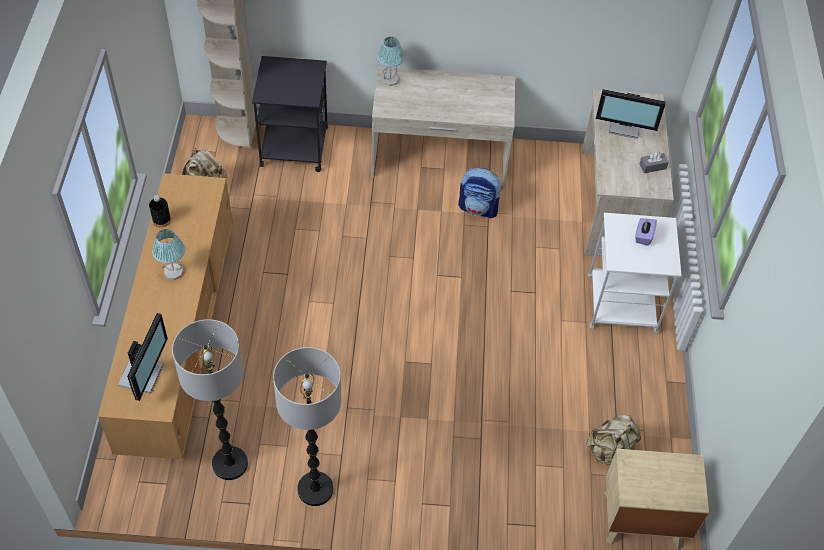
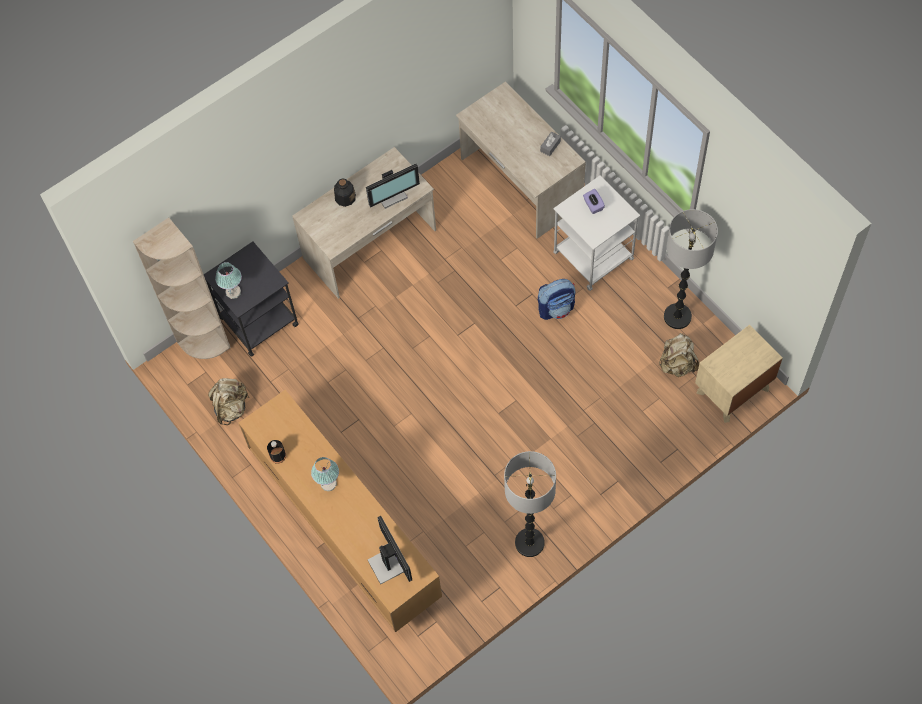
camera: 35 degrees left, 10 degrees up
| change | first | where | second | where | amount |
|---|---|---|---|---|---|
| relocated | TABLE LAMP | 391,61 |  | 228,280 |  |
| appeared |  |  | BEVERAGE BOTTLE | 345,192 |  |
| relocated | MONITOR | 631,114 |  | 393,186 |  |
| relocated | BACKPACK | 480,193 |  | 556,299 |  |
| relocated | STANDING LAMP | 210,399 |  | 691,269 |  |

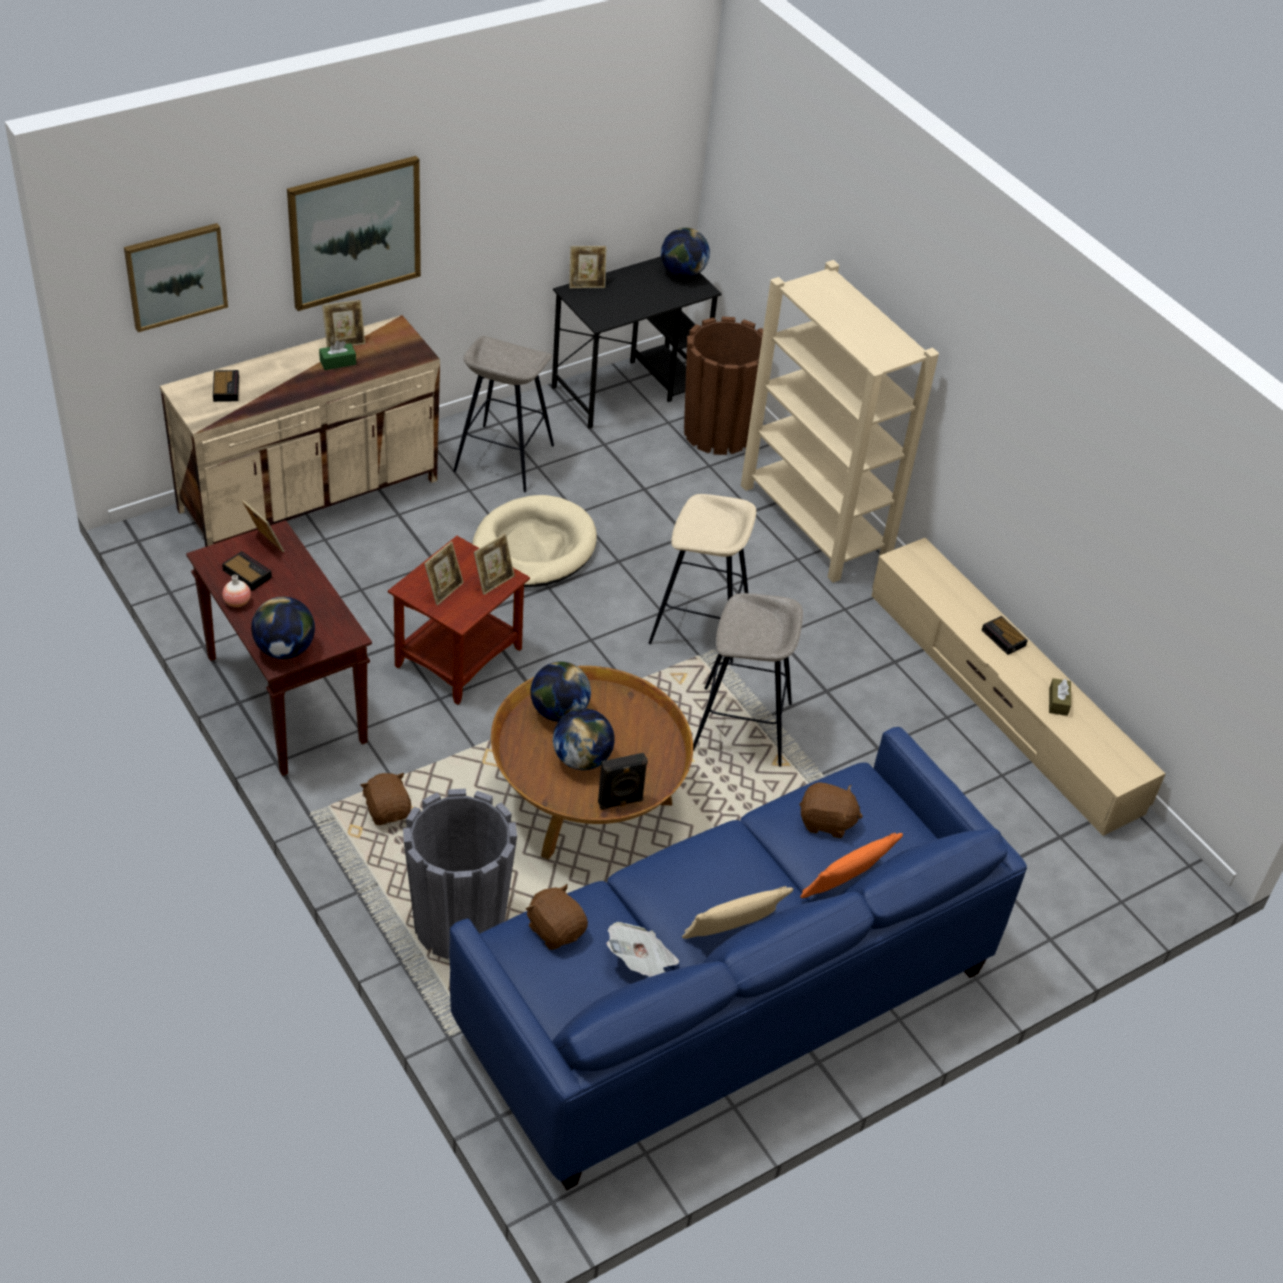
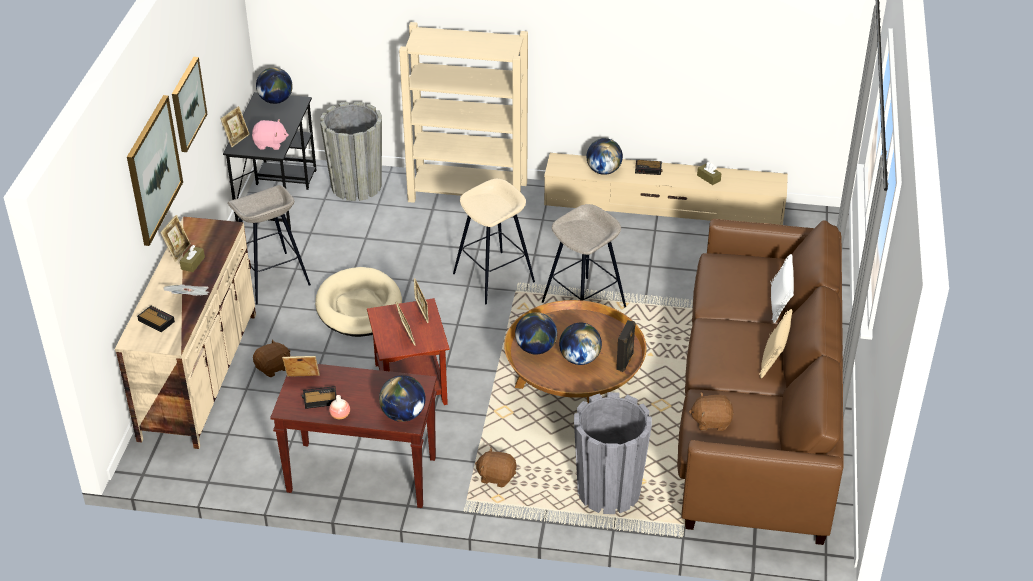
camera: 45 degrees left, 5 degrees down
| change | first | where | second | where | amount |
|---|---|---|---|---|---|
| relocated | NEWSPAPER | 642,949 |  | 186,290 |  |
| relocated | WALL ART | 176,277 |  | 189,104 |  |
| colour | GREEN BOX OF TISSUES | 337,355 | BROWN-COLOURED BOX OF TISSUES | 192,258 |  |
| appeared |  |  | PINK CUDDLY TOY | 270,134 |  |
| relocated | BROWN-COLOURED CUDDLY TOY | 831,810 |  | 271,358 |  |
| colour | BROWN-COLOURED FLOWER POT | 723,385 | GRAY FLOWER POT | 351,151 |  |
| appeared |  |  | GLOBE | 604,156 |  |
| colour | BLUE-COLOURED SETTEE | 738,958 | BROWN-COLOURED SETTEE | 760,382 |  |
| colour | ORANGE CUSHION | 851,865 | WHITISH CUSHION | 782,288 |  |

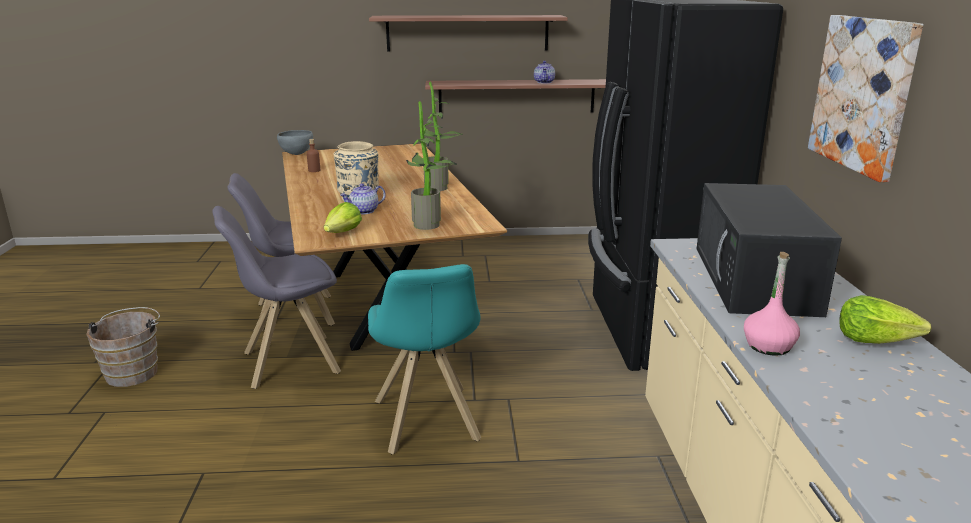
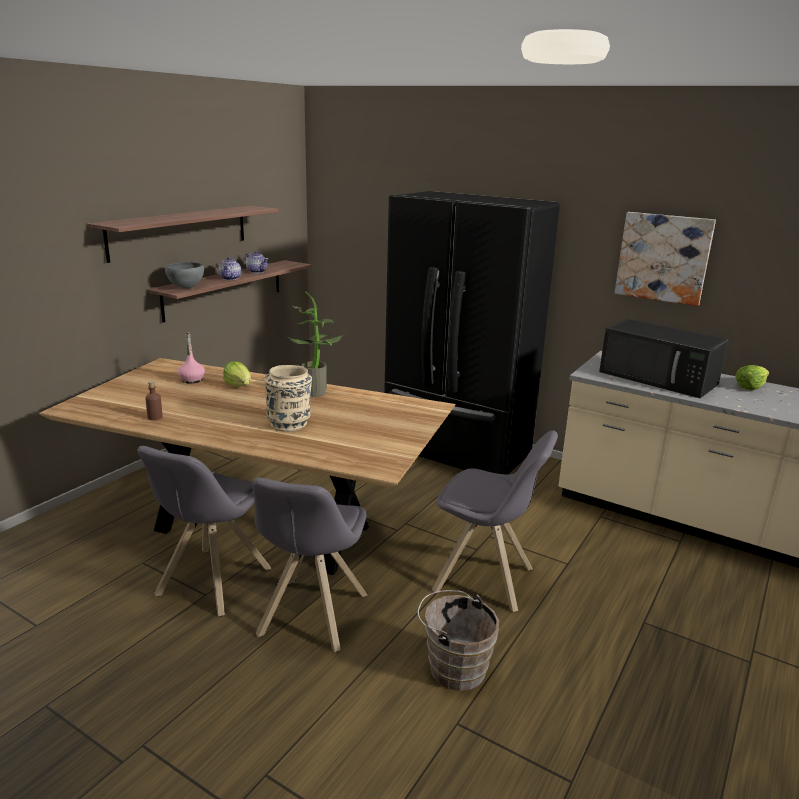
camera: 55 degrees left, 0 degrees up
| change | first | where | second | where | amount |
|---|---|---|---|---|---|
| relocated | GRAY BOWL | 295,142 |  | 184,275 |  |
| relocated | PINK BEVERAGE BOTTLE | 772,304 |  | 191,357 |  |
| relocated | POT FOR TEA | 363,198 |  | 230,268 |  |
| relocated | HEAD OF LETTUCE | 343,217 |  | 237,373 |  |
| relocated | BROWN-COLOURED PAIL | 123,347 |  | 458,640 |  |
| colour | TURQUOISE-COLOURED PLAIN CHAIR | 424,359 | GRAY PLAIN CHAIR | 495,521 |  |
| missing | PLANT IN A POT | 431,165 |  |  |  |

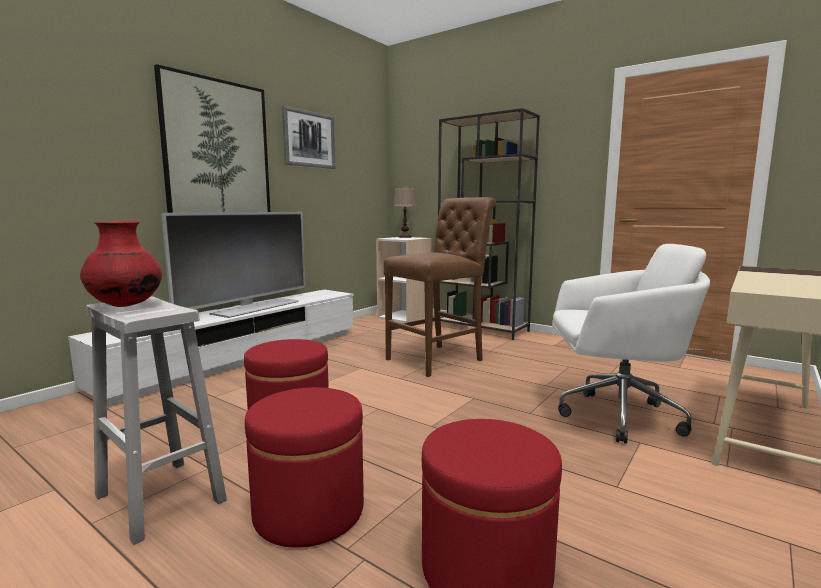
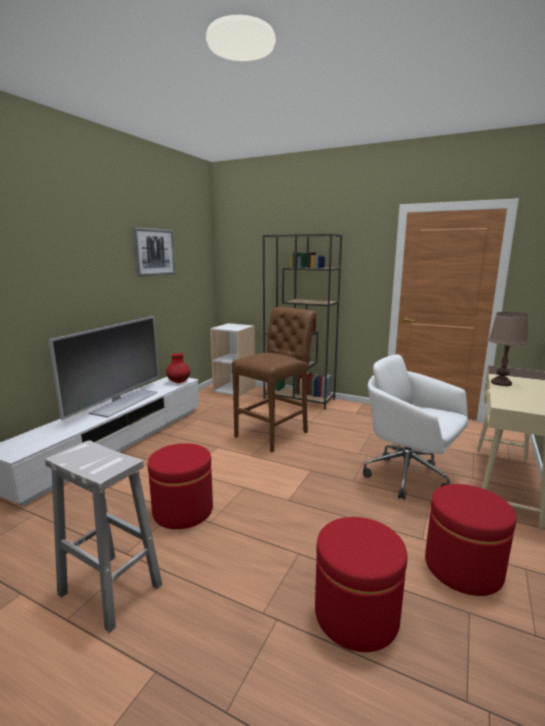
camera: 10 degrees left, 5 degrees up
| change | first | where | second | where | amount |
|---|---|---|---|---|---|
| relocated | RED-COLOURED DECORATIVE VASE | 121,264 |  | 178,368 |  |
| spun | WHITISH OFFICE CHAIR | 631,344 |  | 415,427 | 135 degrees counterclockwise |
| relocated | RED-COLOURED POUFFE | 304,467 |  | 470,540 |  |
| relocated | BROWN-COLOURED TABLE LAMP | 405,212 |  | 509,349 |  |
| missing | WALL ART | 212,138 |  |  |  |

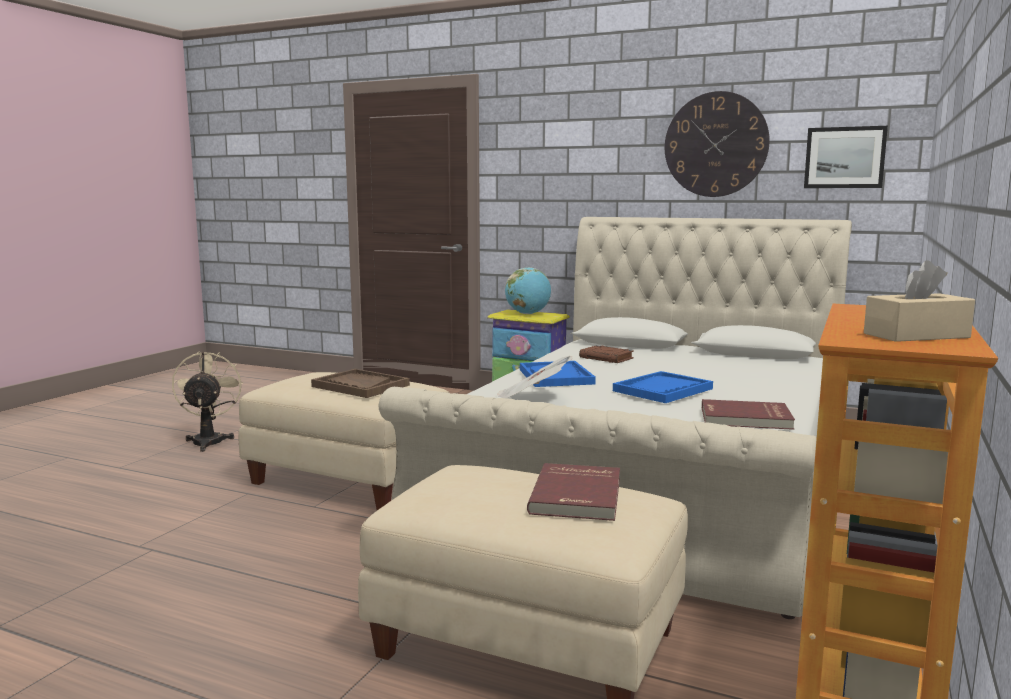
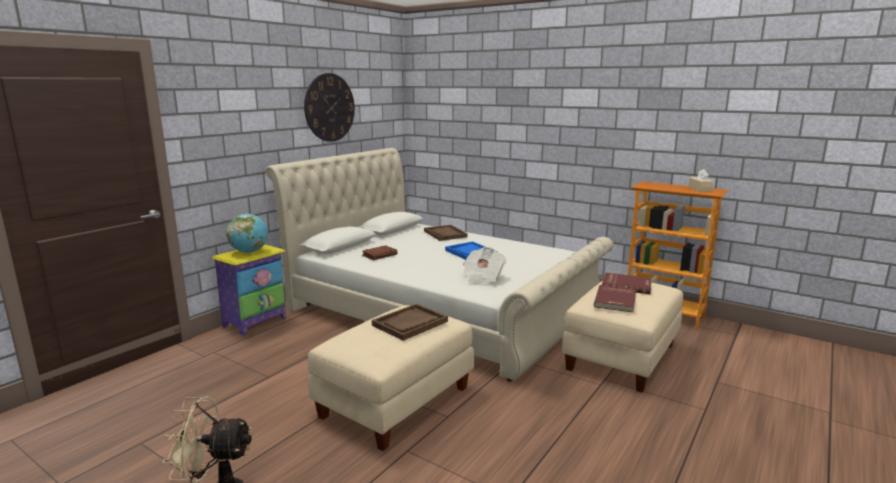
camera: 80 degrees left, 5 degrees up
| change | first | where | second | where | amount |
|---|---|---|---|---|---|
| appeared |  |  | BROWN-COLOURED TRAY | 446,233 |  |
| relocated | RED-COLOURED BOOK | 748,414 |  | 615,299 |  |
| missing | BLUE-COLOURED TRAY | 558,374 |  |  |  |
| missing | WALL ART | 846,157 |  |  |  |

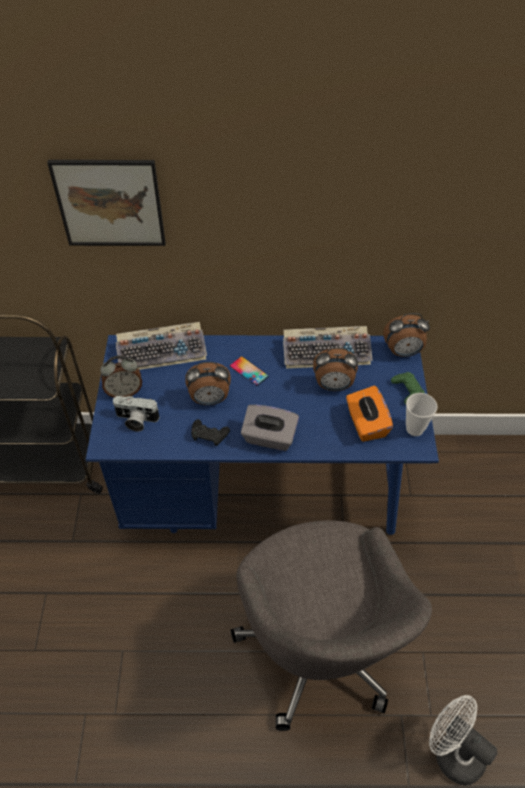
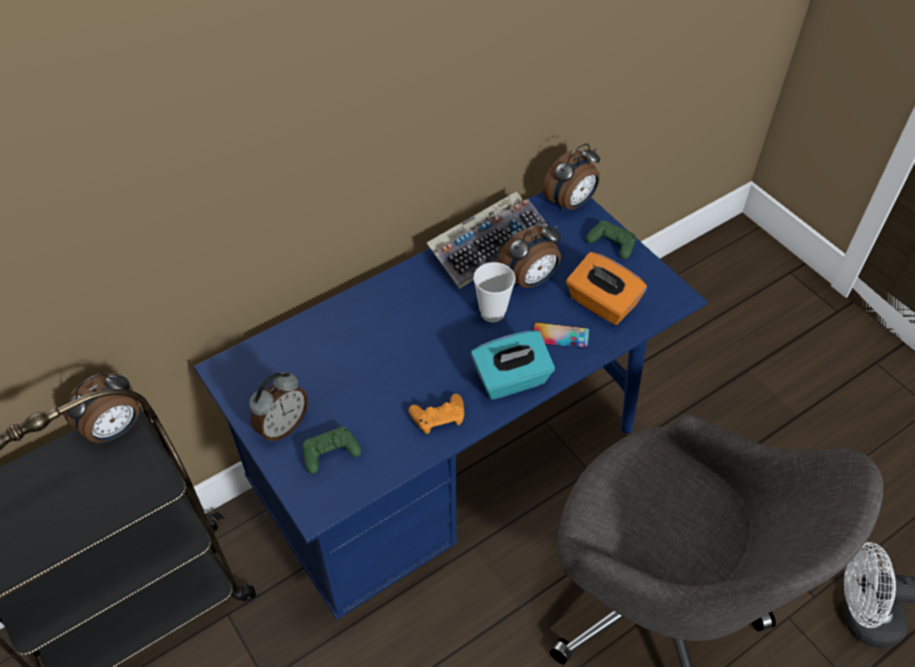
camera: 35 degrees left, 0 degrees up
| change | first | where | second | where | amount |
|---|---|---|---|---|---|
| relocated | ALARM CLOCK | 208,383 |  | 101,408 |  |
| exchanged | STILL CAMERA | 136,414 | GREEN GAMEPAD | 332,450 |  |
| colour | BLACK-COLOURED GAMEPAD | 210,432 | ORANGE GAMEPAD | 436,414 |  |
| colour | GRAY BOX OF TISSUES | 270,428 | TURQUOISE-COLOURED BOX OF TISSUES | 513,365 |  |
| relocated | DRINKING CUP | 421,414 |  | 494,292 |  |
| relocated | PHONE | 249,371 |  | 562,335 |  |
| missing | WALL ART | 106,203 |  |  |  |
| missing | KEYBOARD | 161,346 |  |  |  |

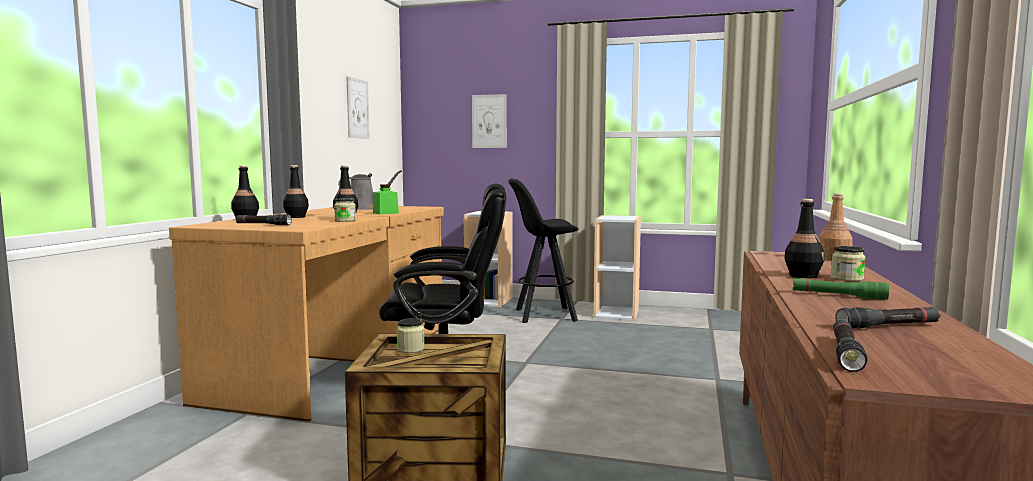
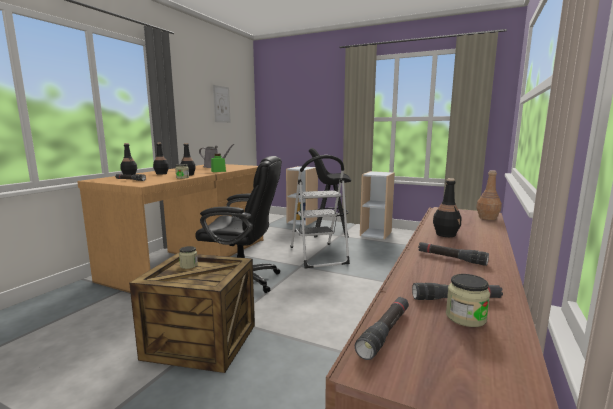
camera: 10 degrees right, 5 degrees up
| change | first | where | second | where | amount |
|---|---|---|---|---|---|
| appeared |  |  | STEPLADDER | 320,211 |  |
| colour | GREEN TORCH | 841,289 | BLACK-COLOURED TORCH | 453,254 |  |
| relocated | STORAGE JAR | 848,263 |  | 468,300 |  |
| missing | WALL ART | 489,121 |  |  |  |

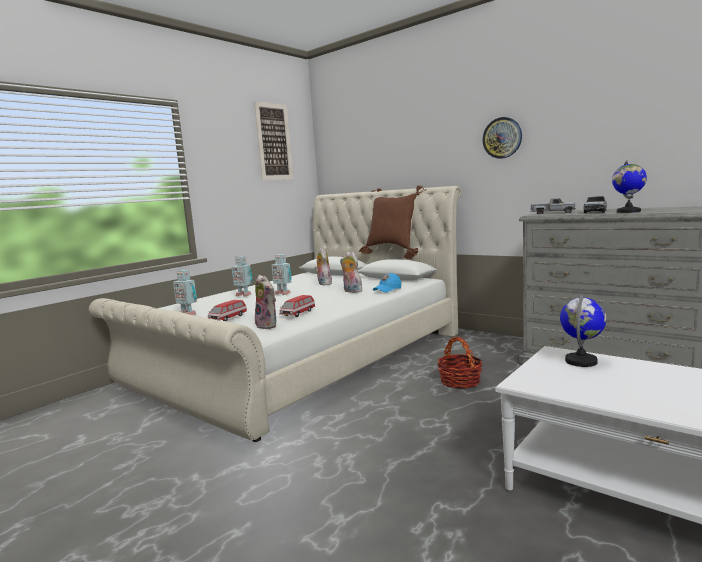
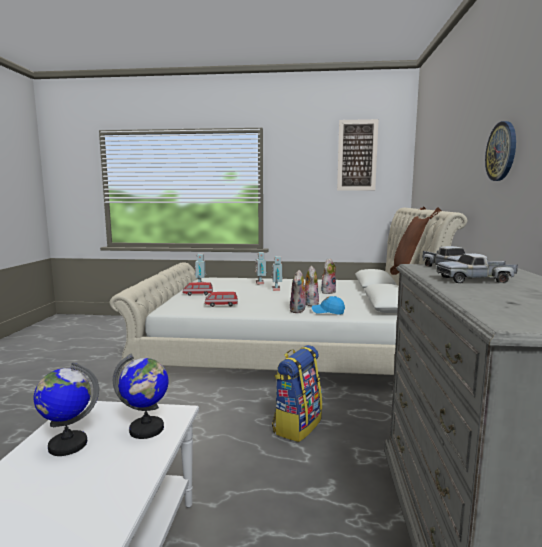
camera: 55 degrees right, 0 degrees up
| change | first | where | second | where | amount |
|---|---|---|---|---|---|
| relocated | GLOBE | 629,186 |  | 66,409 |  |
| exchanged | HOUSEHOLD BASKET | 460,363 | BACKPACK | 297,393 |  |
| relocated | CUDDLY TOY | 265,302 |  | 299,291 |  |

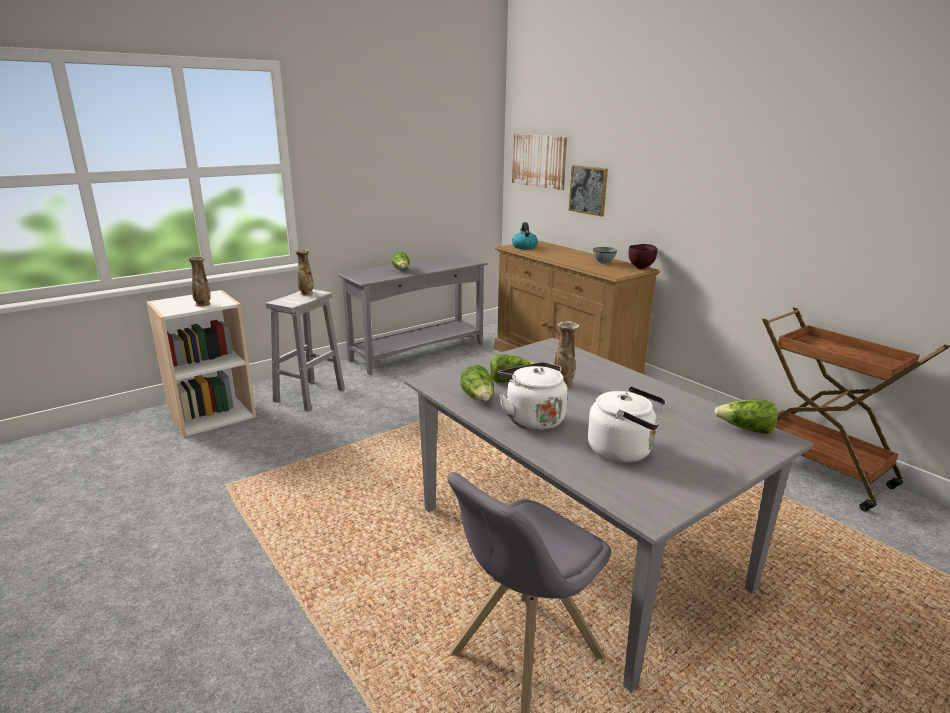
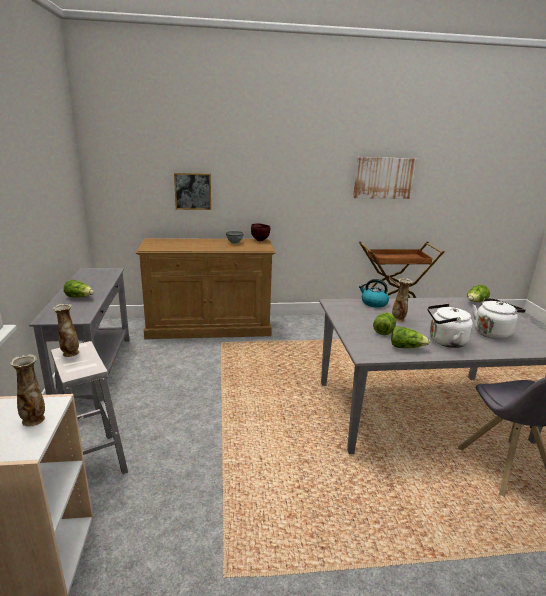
camera: 60 degrees left, 0 degrees up
| change | first | where | second | where | amount |
|---|---|---|---|---|---|
| relocated | WALL ART | 539,162 |  | 384,178 |  |
| relocated | WATER KETTLE | 525,235 |  | 374,293 |  |

